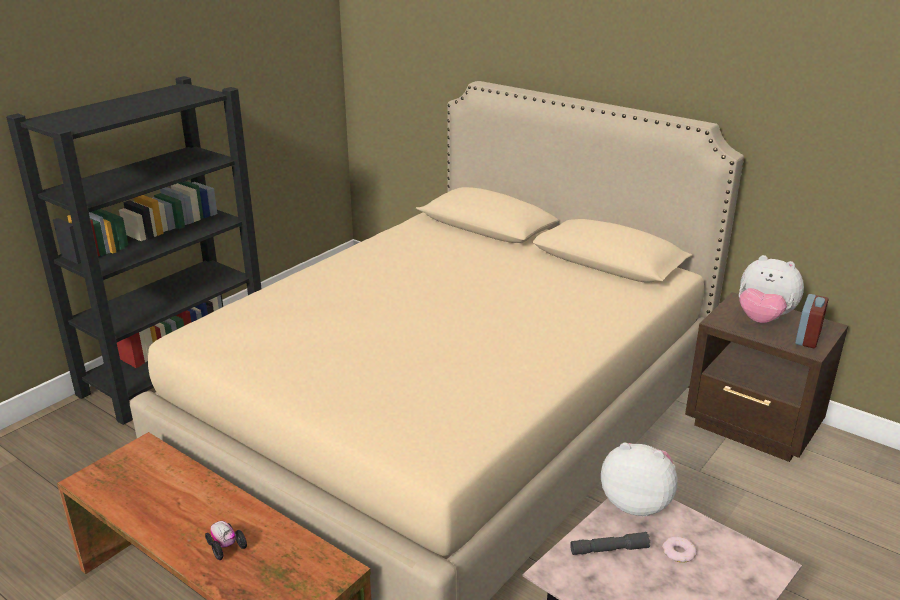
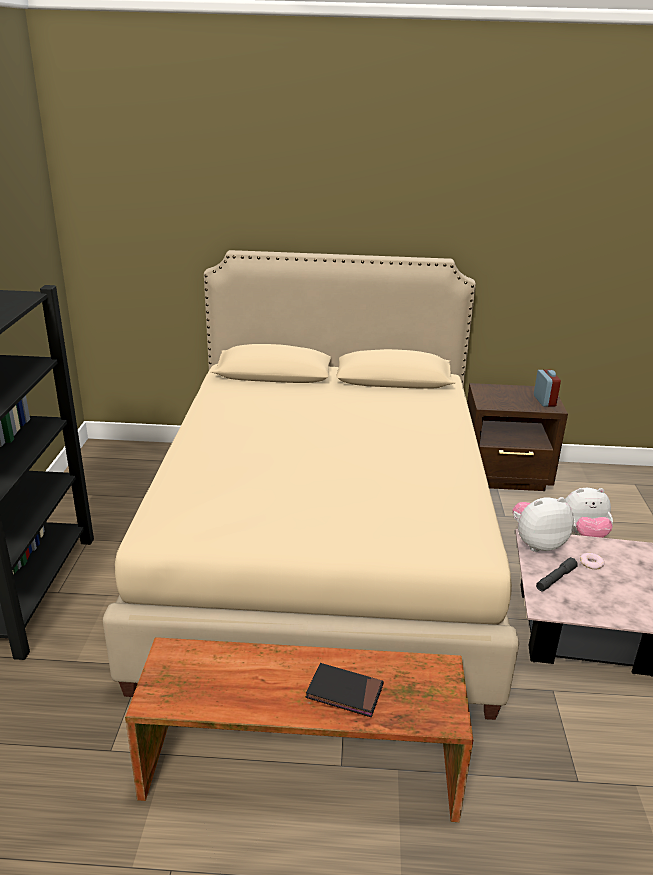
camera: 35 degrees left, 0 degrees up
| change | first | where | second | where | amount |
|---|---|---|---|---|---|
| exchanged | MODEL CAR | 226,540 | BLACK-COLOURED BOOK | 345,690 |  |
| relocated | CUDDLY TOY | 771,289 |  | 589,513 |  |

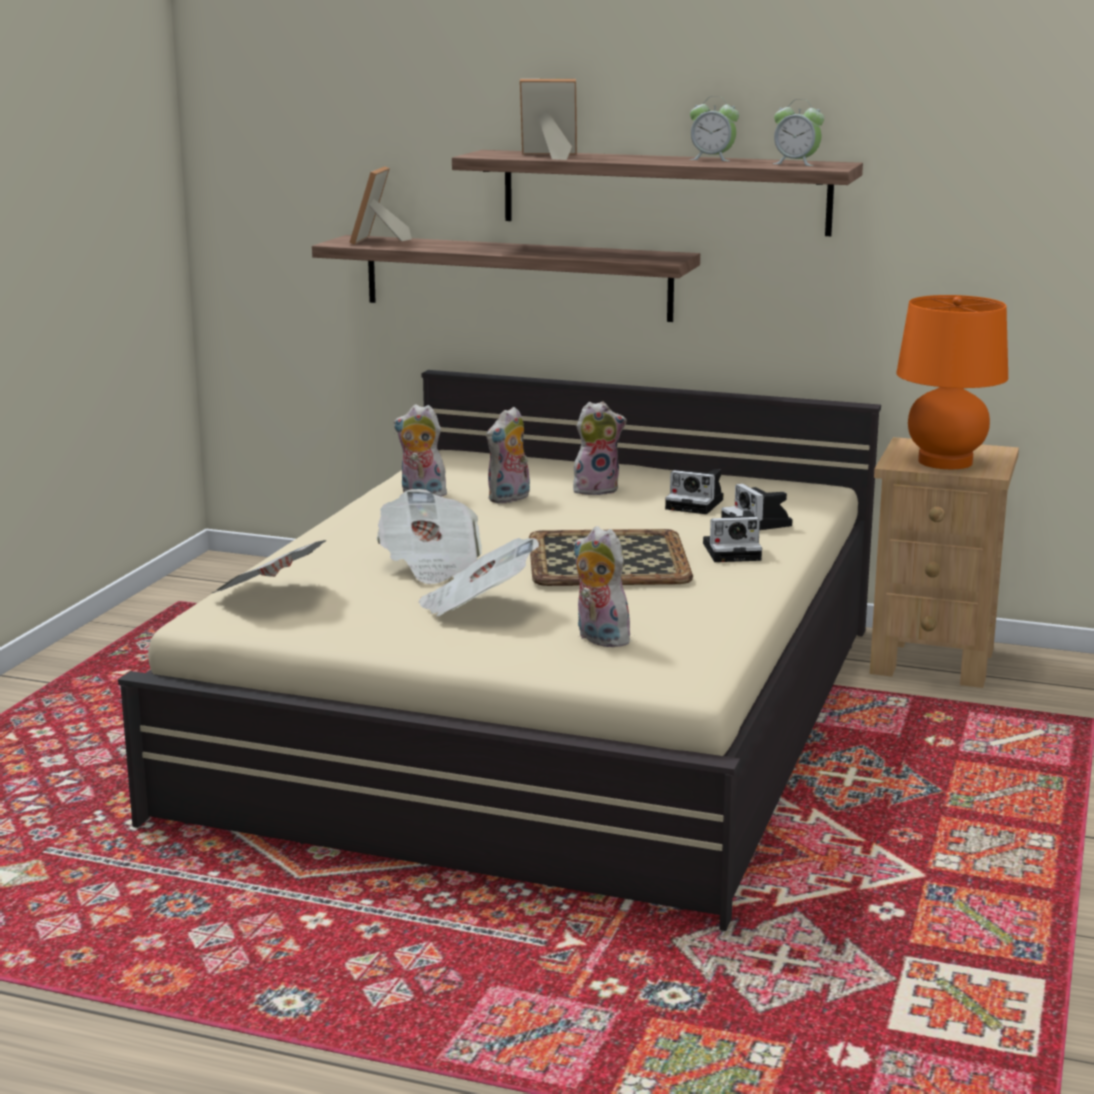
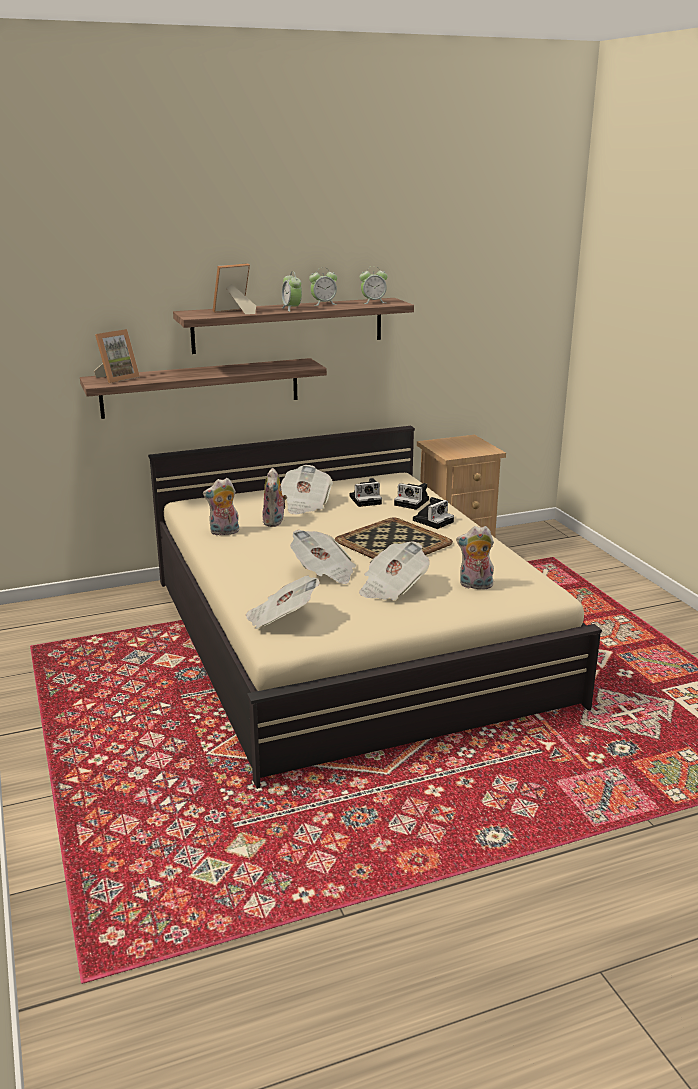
camera: 40 degrees left, 5 degrees up
| change | first | where | second | where | amount |
|---|---|---|---|---|---|
| spun | PICTURE FRAME | 380,205 |  | 117,356 | 105 degrees counterclockwise |
| exchanged | CUDDLY TOY | 600,448 | NEWSPAPER | 307,489 |  |
| appeared |  |  | ALARM CLOCK | 292,291 |  |
| missing | ORANGE TABLE LAMP | 952,382 |  |  |  |

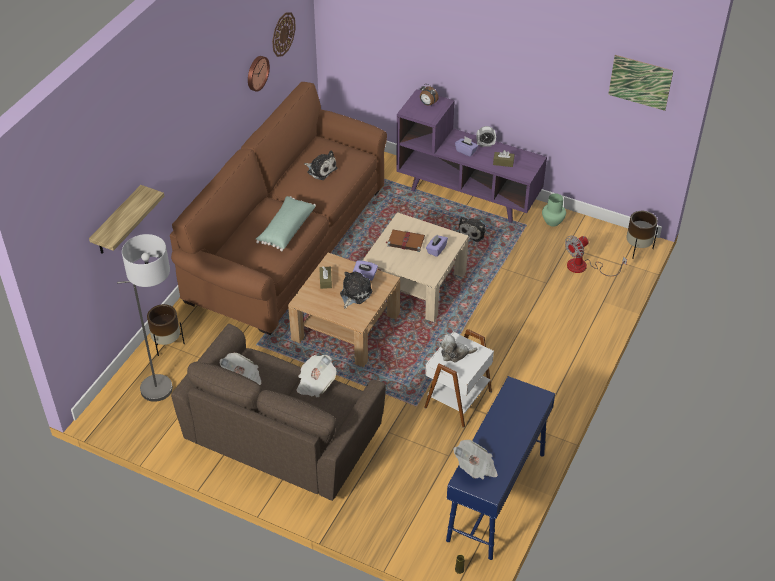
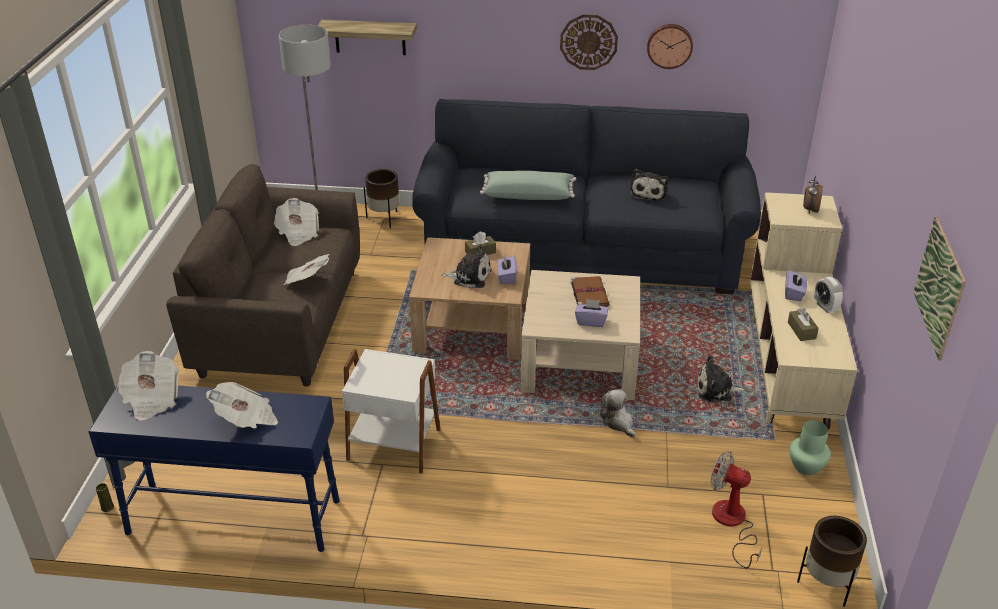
camera: 70 degrees right, 10 degrees down
| change | first | where | second | where | amount |
|---|---|---|---|---|---|
| appeared |  |  | NEWSPAPER | 242,405 |  |
| colour | BROWN-COLOURED SETTEE | 278,208 | BLUE-COLOURED SETTEE | 586,196 |  |
| relocated | WALL CLOCK | 284,34 |  | 589,42 |  |
| relocated | CUDDLY TOY | 458,348 |  | 618,413 |  |
| colour | PURPLISH TV STAND | 471,156 | SAND-COLOURED TV STAND | 804,310 |  |

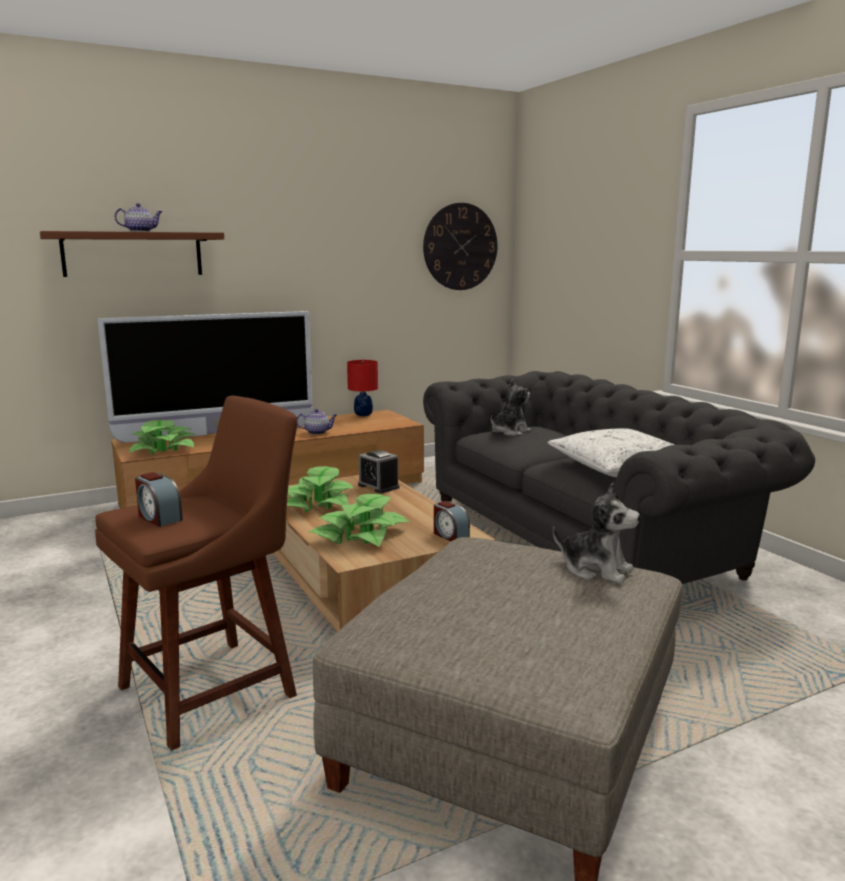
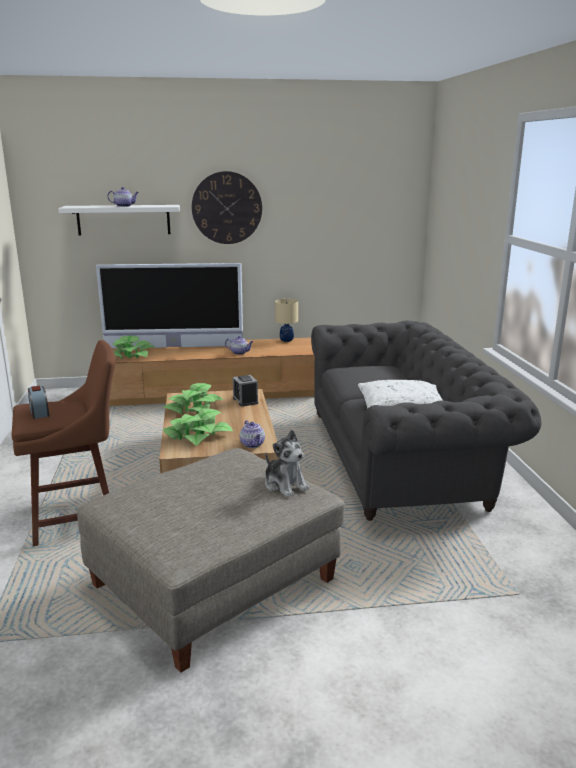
camera: 20 degrees right, 5 degrees up
| change | first | where | second | where | amount |
|---|---|---|---|---|---|
| colour | BROWN-COLOURED WALL SHELF | 132,254 | WHITISH WALL SHELF | 119,220 |  |
| relocated | WALL CLOCK | 460,246 |  | 227,207 |  |
| exchanged | ALARM CLOCK | 452,521 | POT FOR TEA | 252,434 |  |
| colour | RED-COLOURED TABLE LAMP | 362,388 | SAND-COLOURED TABLE LAMP | 286,320 |  |
| missing | CUDDLY TOY | 511,407 |  |  |  |

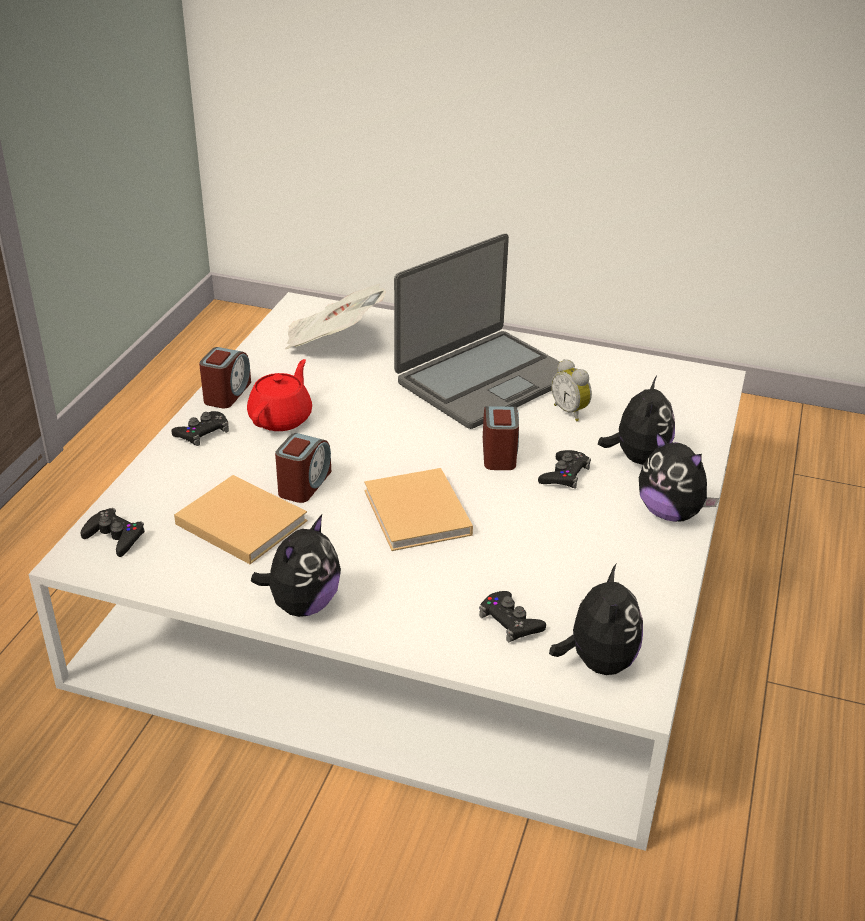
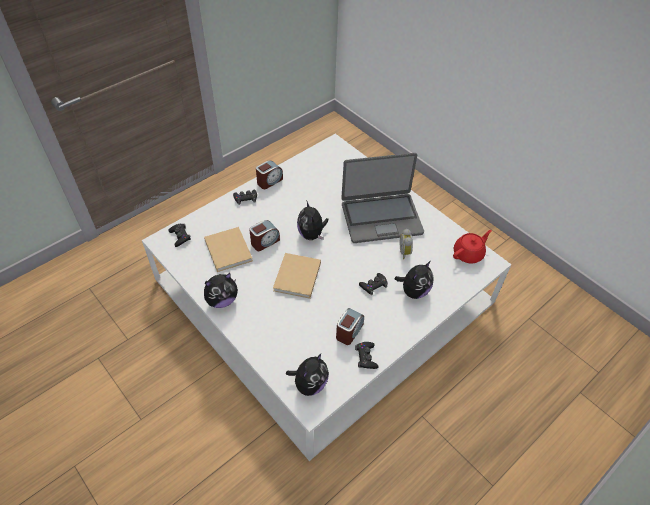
camera: 30 degrees right, 15 degrees up
| change | first | where | second | where | amount |
|---|---|---|---|---|---|
| relocated | CUDDLY TOY | 679,476 |  | 313,220 |  |
| relocated | ALARM CLOCK | 501,438 |  | 350,326 |  |
| relocated | BLACK-COLOURED GAMEPAD | 512,617 |  | 367,355 |  |
| relocated | RED-COLOURED POT FOR TEA | 279,395 |  | 472,246 |  |
| missing | NEWSPAPER | 335,317 |  |  |  |

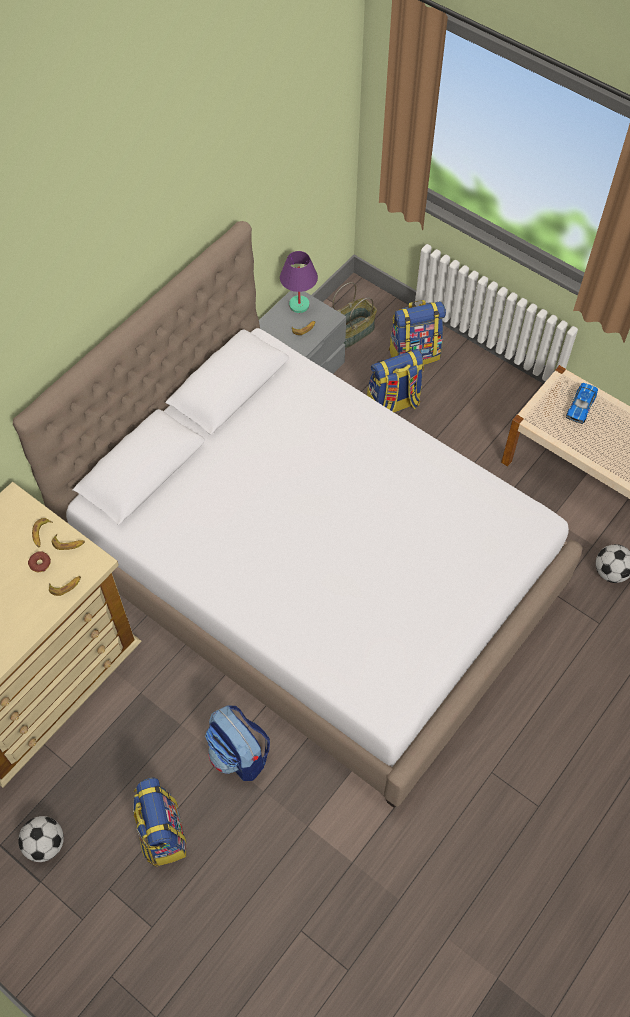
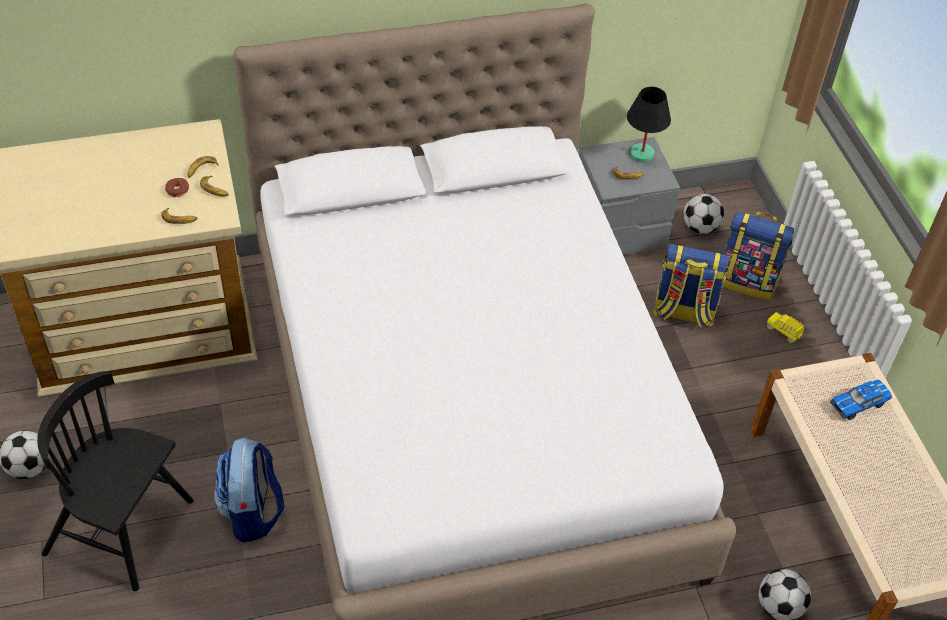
camera: 35 degrees right, 10 degrees down
| change | first | where | second | where | amount |
|---|---|---|---|---|---|
| exchanged | BACKPACK | 160,822 | BLACK-COLOURED PLAIN CHAIR | 115,481 |  |
| colour | PURPLISH TABLE LAMP | 299,282 | BLACK-COLOURED TABLE LAMP | 649,124 |  |
| exchanged | HOUSEHOLD BASKET | 354,315 | BALL FOR FOOTBALL | 704,214 |  |
| appeared |  |  | YELLOW MODEL CAR | 785,327 |  |

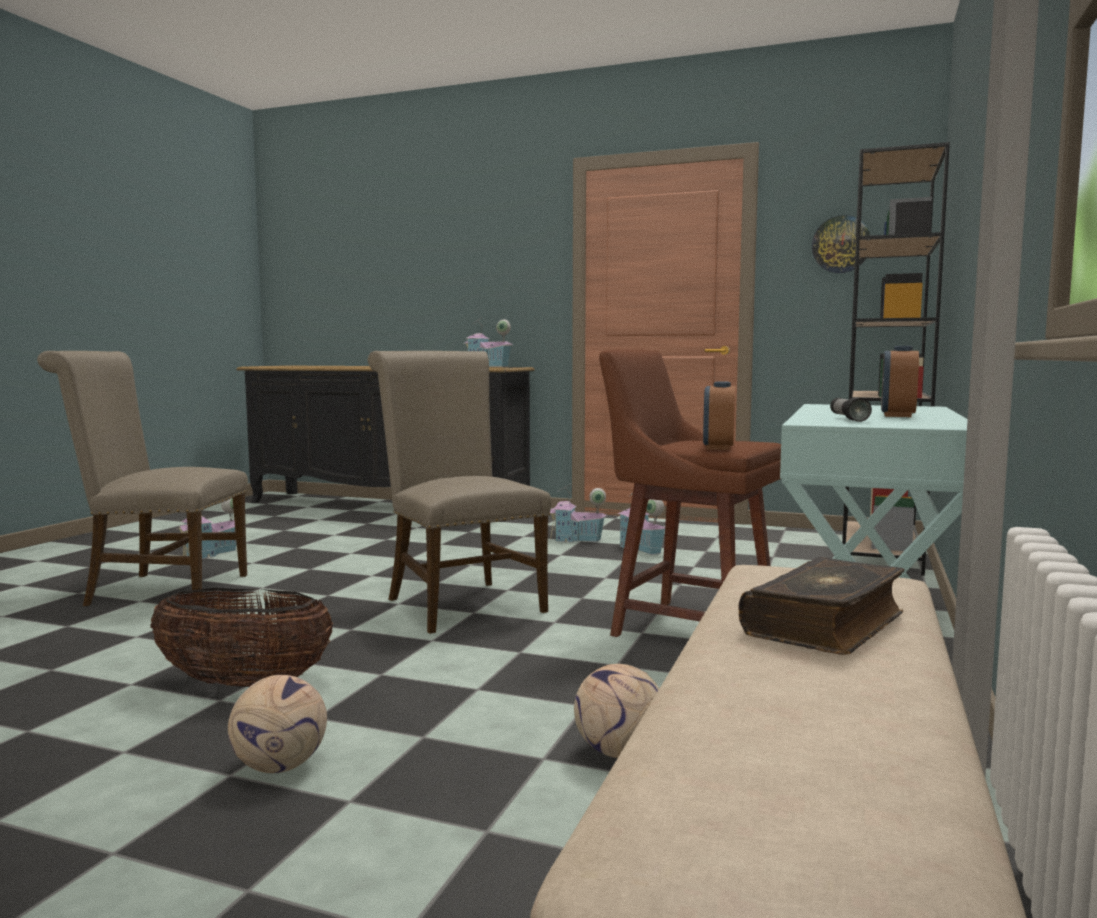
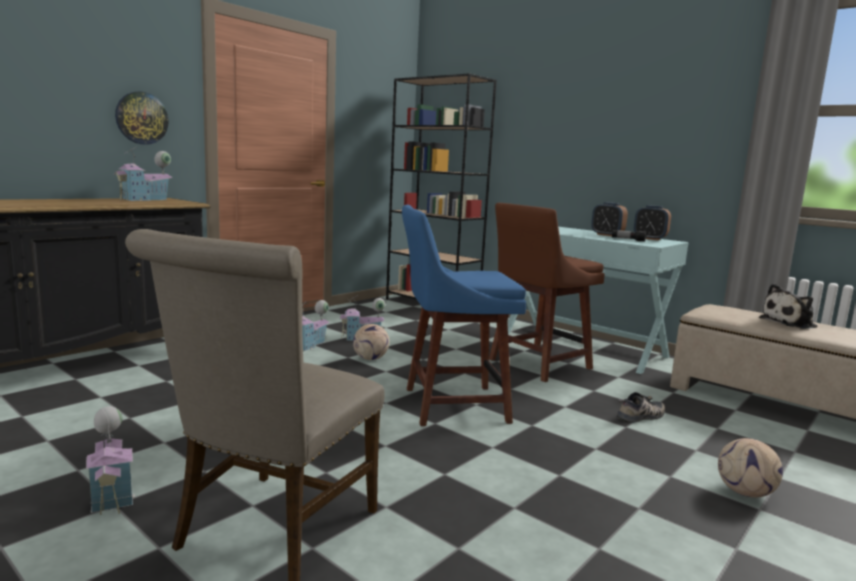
camera: 70 degrees left, 5 degrees up
| change | first | where | second | where | amount |
|---|---|---|---|---|---|
| relocated | WALL CLOCK | 841,244 |  | 142,118 |  |
| relocated | BALL FOR FOOTBALL | 616,711 |  | 371,342 |  |
| exchanged | SAND-COLOURED PLAIN CHAIR | 459,492 | BLUE-COLOURED SITTING STOOL | 464,315 |  |
| appeared |  |  | ITEM OF FOOTWEAR | 641,407 |  |
| relocated | ALARM CLOCK | 719,415 |  | 652,222 |  |
| exchanged | BOOK | 822,606 | CUDDLY TOY | 788,306 |  |
| missing | HOUSEHOLD BASKET | 241,637 |  |  |  |

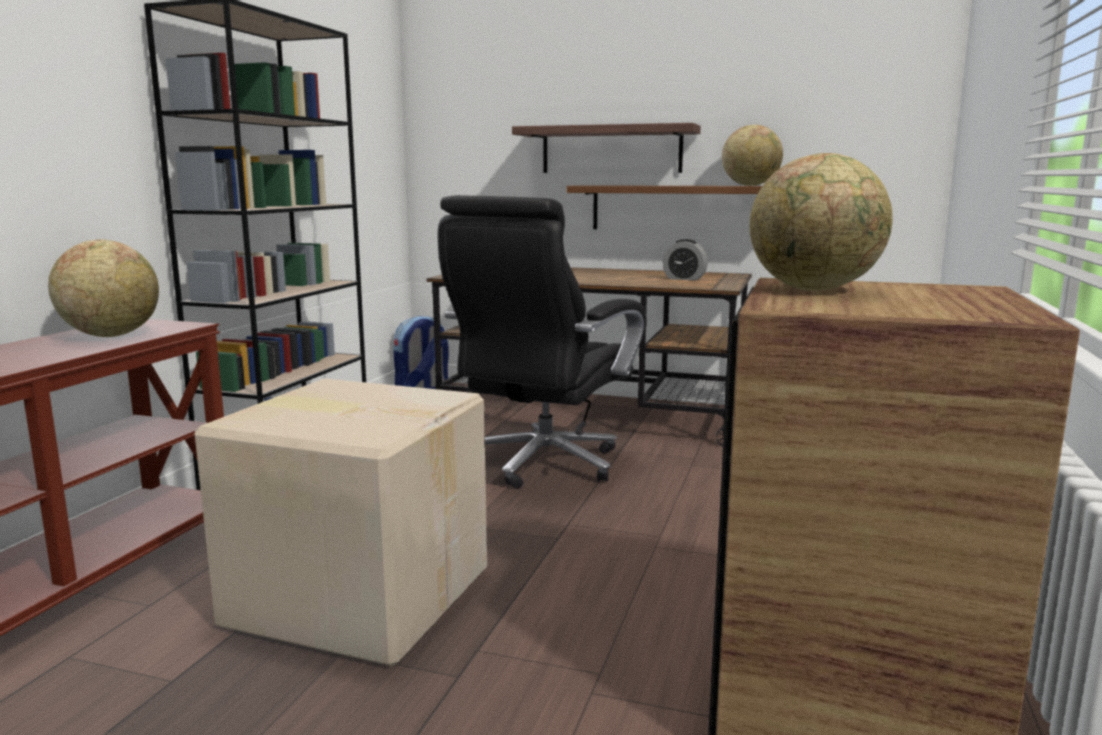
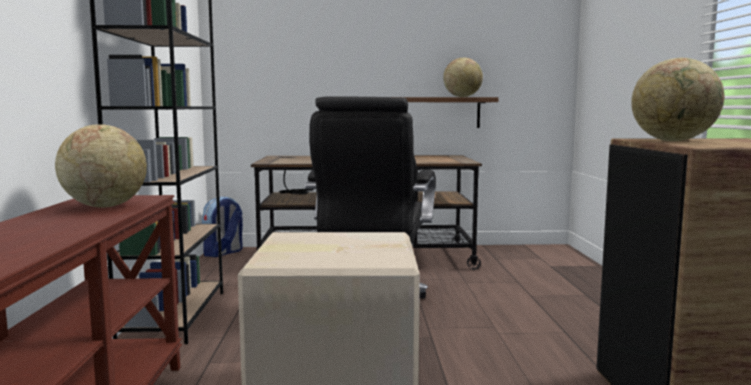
camera: 20 degrees left, 5 degrees down
| change | first | where | second | where | amount |
|---|---|---|---|---|---|
| missing | WALL SHELF | 606,148 |  |  |  |
| missing | ALARM CLOCK | 685,260 |  |  |  |

